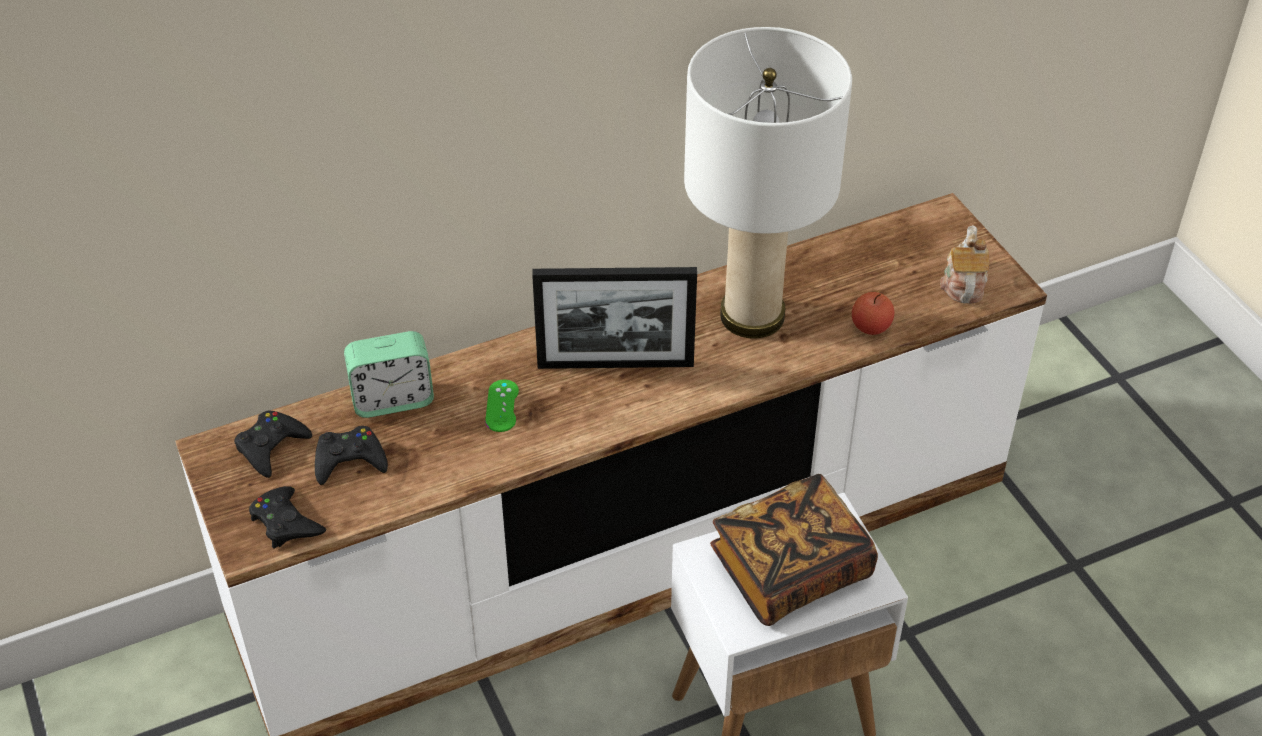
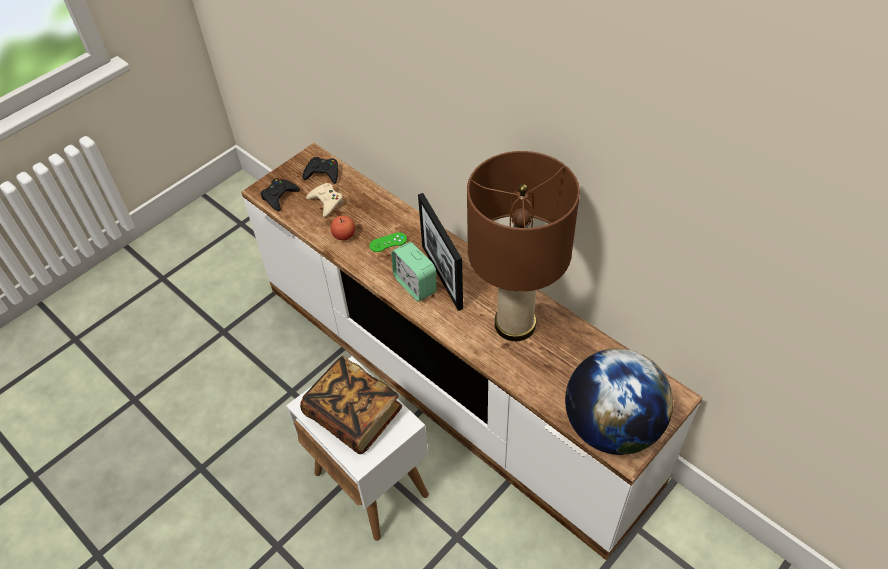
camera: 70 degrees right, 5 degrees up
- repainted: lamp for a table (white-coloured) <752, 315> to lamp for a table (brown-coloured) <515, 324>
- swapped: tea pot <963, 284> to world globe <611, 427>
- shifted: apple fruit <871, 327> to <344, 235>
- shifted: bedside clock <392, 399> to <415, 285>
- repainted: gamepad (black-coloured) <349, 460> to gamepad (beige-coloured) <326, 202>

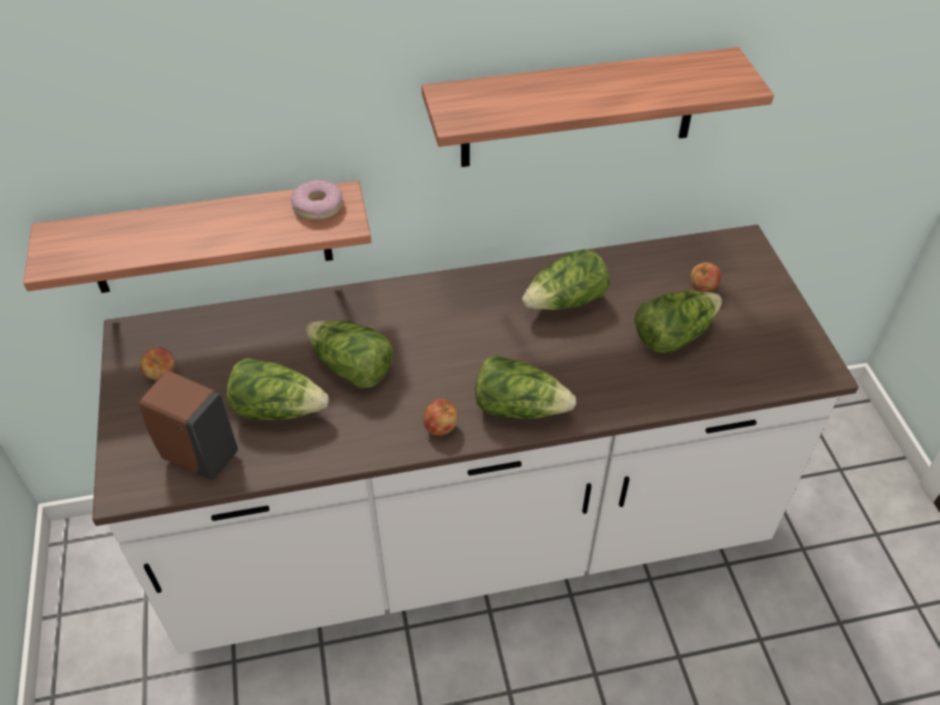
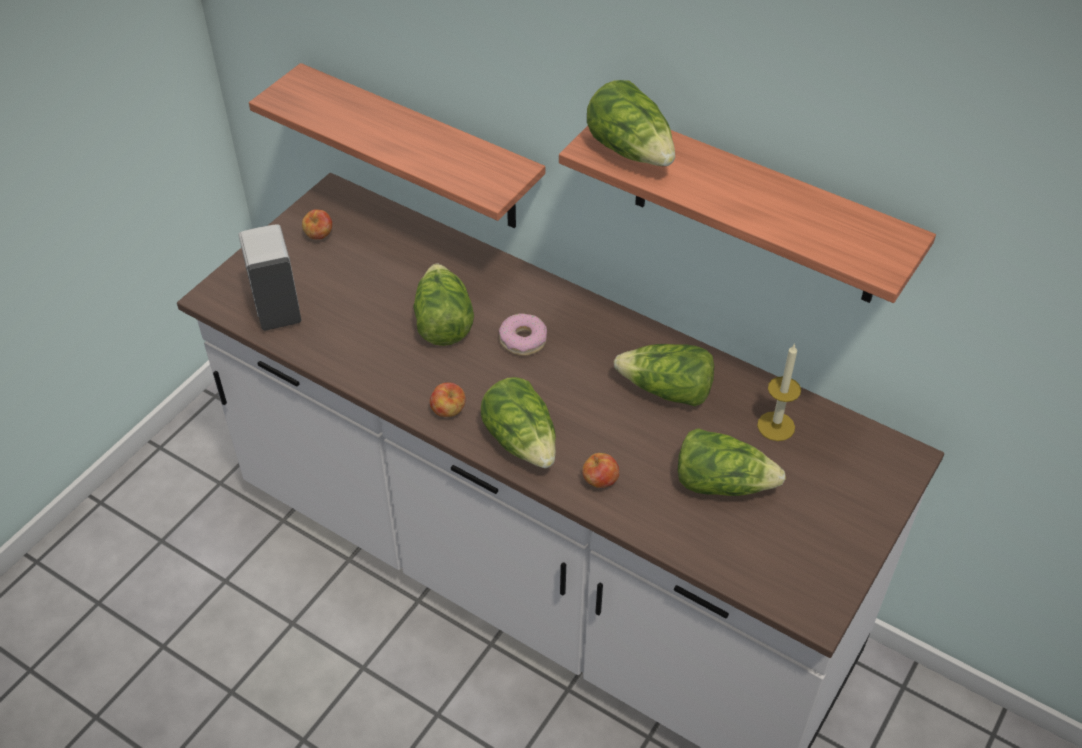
camera: 45 degrees right, 0 degrees up
- shifted: doughnut <318, 207> to <522, 340>
- shifted: apple fruit <702, 288> to <600, 482>
- shifted: lettuce head <278, 409> to <631, 151>
- repainted: soap bottle (brown-coloured) <198, 455> to soap bottle (white-coloured) <277, 308>
- new: wax candle <776, 426>

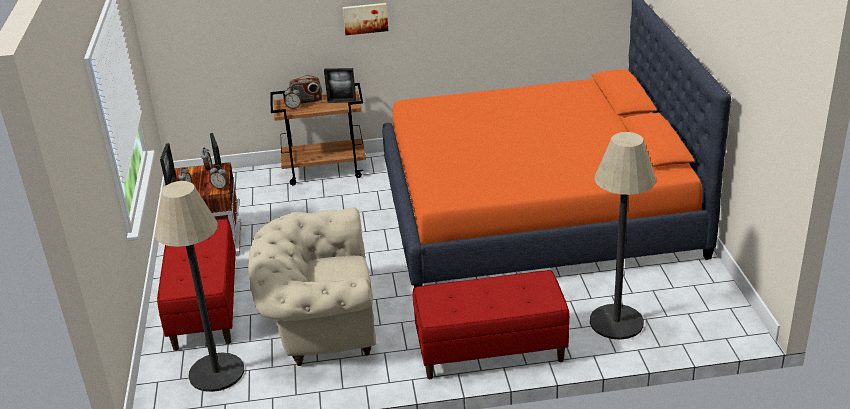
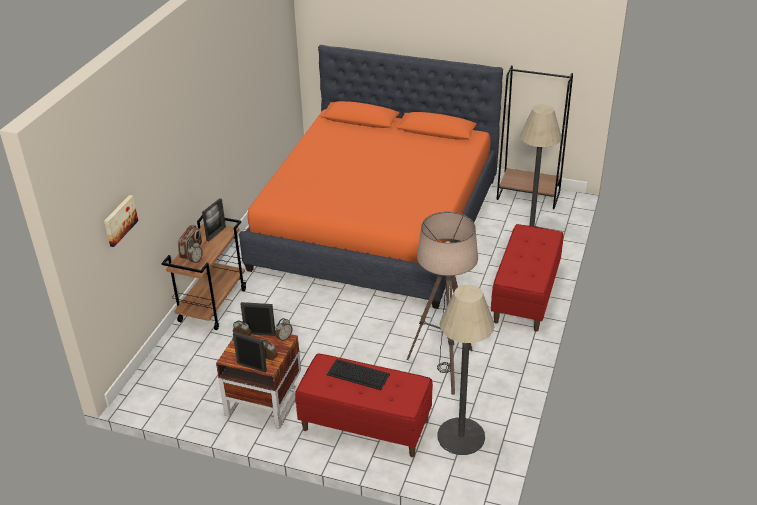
camera: 65 degrees left, 5 degrees up
- shifted: wall art <365, 18> to <119, 220>
- swapped: armchair (beige-coloured) <319, 328> to standing lamp <443, 367>
- new: garment stand <528, 196>
- new: keyboard <357, 374>

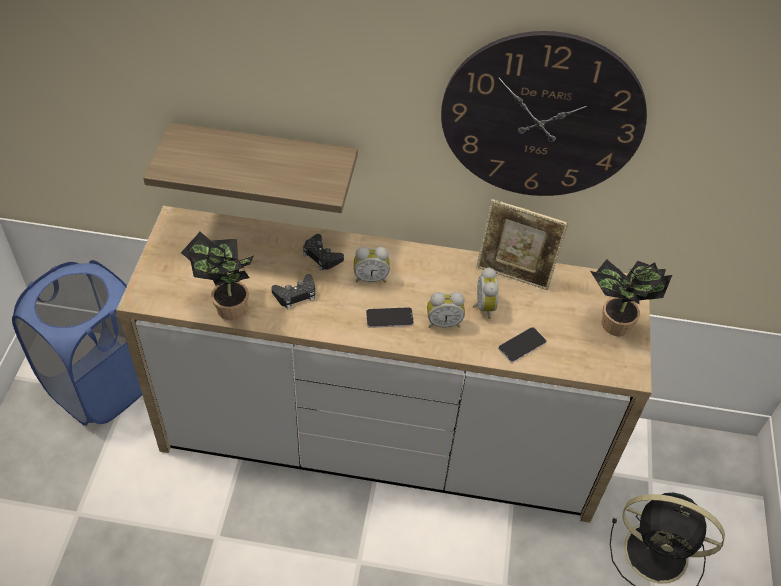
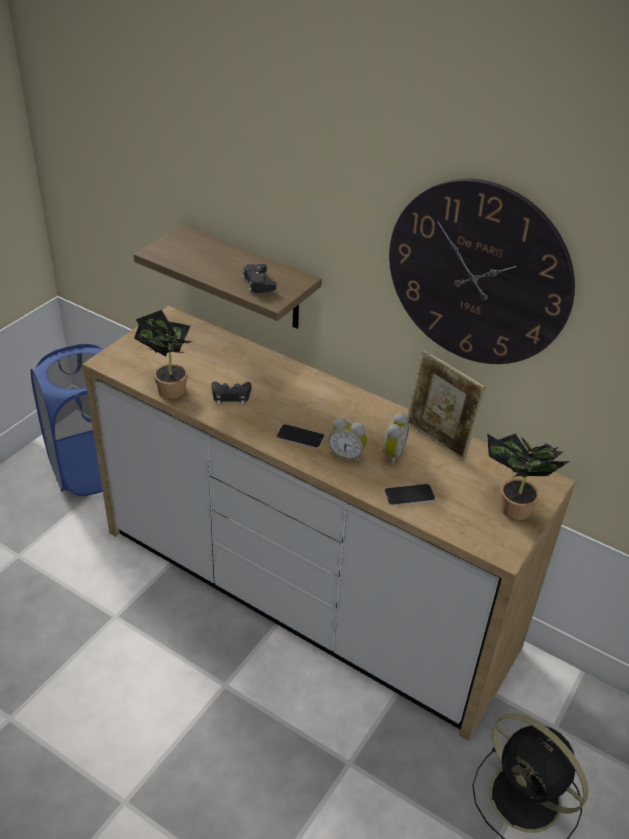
camera: 25 degrees right, 10 degrees down
- shifted: gamepad (black-coloured) <321, 256> to <258, 283>
- gone: bedside clock <371, 278>

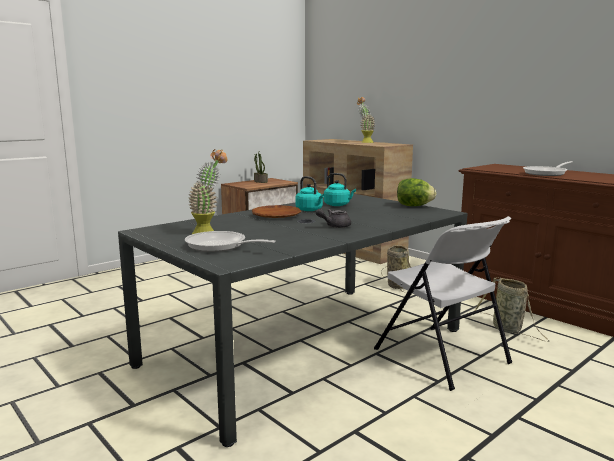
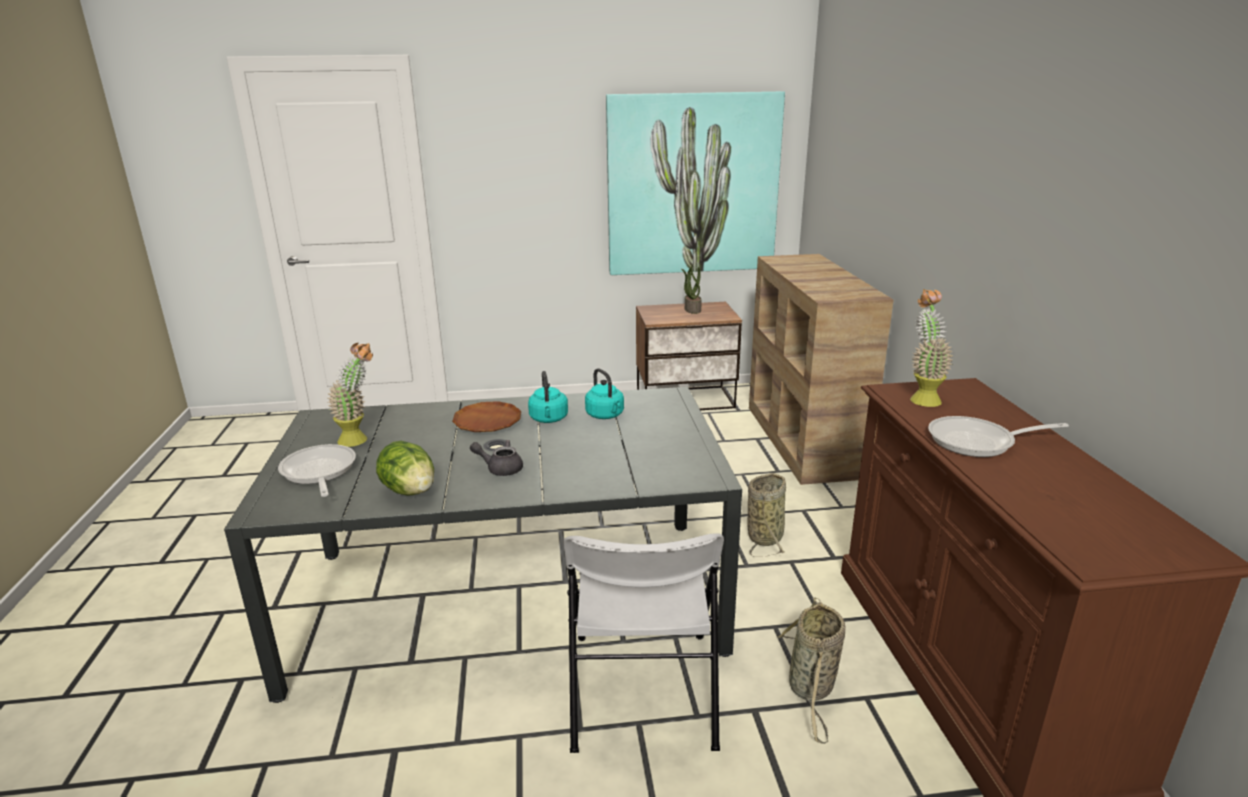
camera: 35 degrees right, 10 degrees up
- shifted: plant in a pot <364, 142> to <921, 398>
- shifted: lettuce head <414, 206> to <410, 491>
- new: wall art <692, 185>

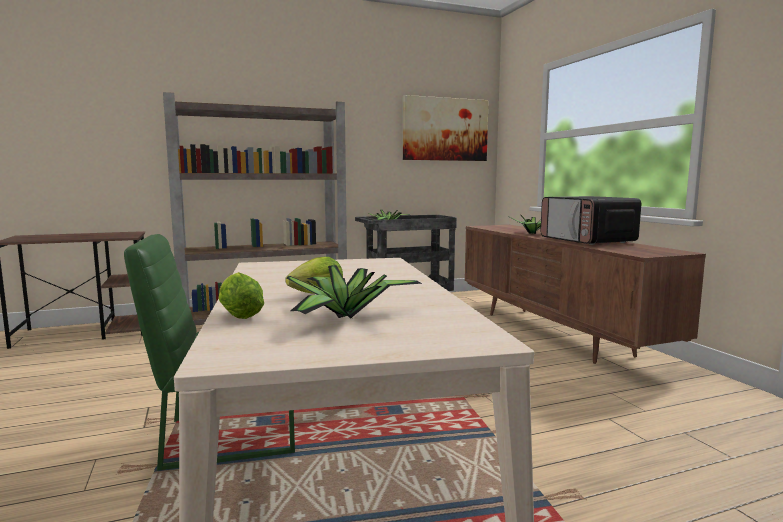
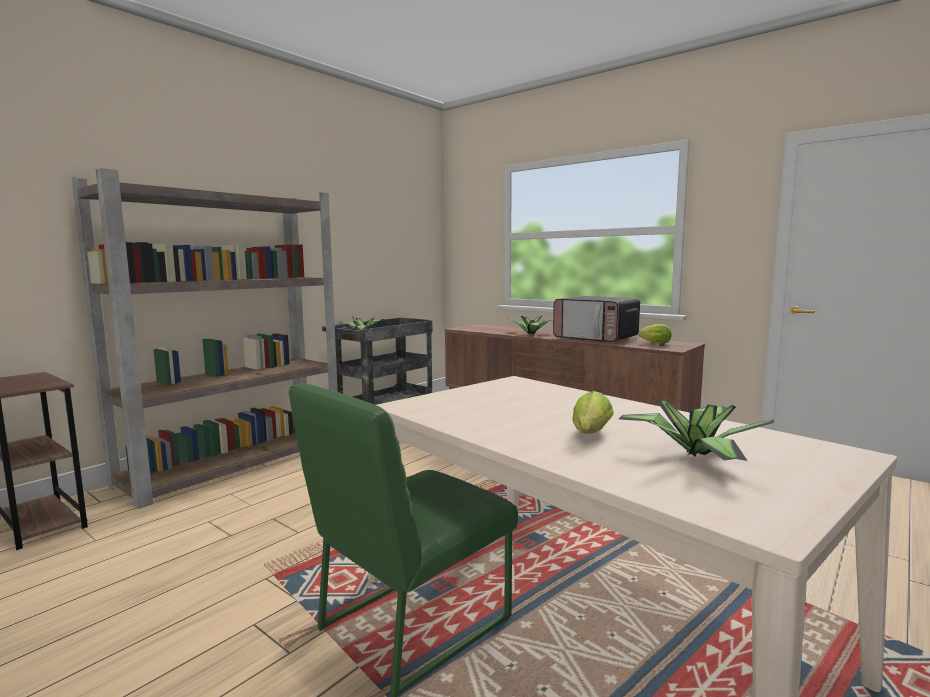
camera: 30 degrees left, 0 degrees up
- gone: wall art <445, 129>
- shifted: lettuce head <239, 314> to <653, 343>

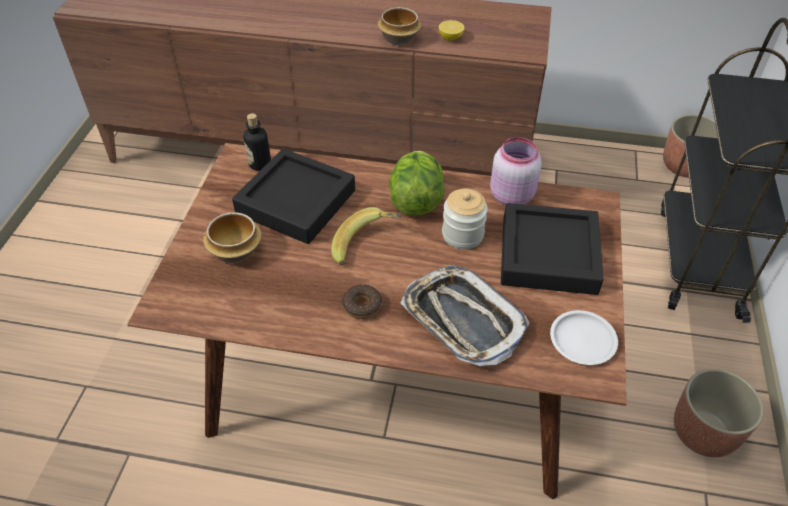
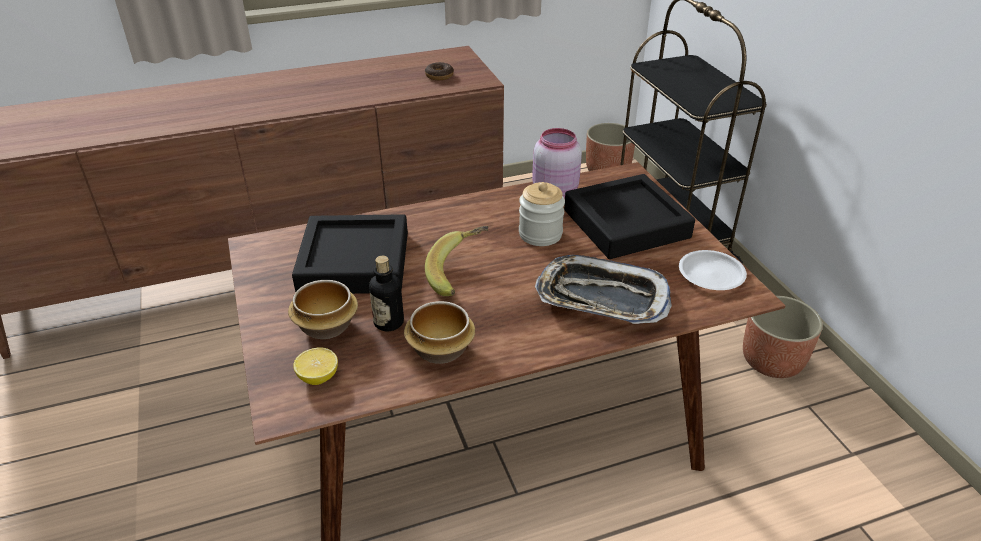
camera: 30 degrees left, 10 degrees down
- shifted: serving bowl <398, 38> to <439, 350>
- shifted: citrus fruit <450, 37> to <318, 377>
- shifted: bottle <260, 164> to <388, 322>
- gone: lettuce head <416, 201>
- shifted: doughnut <362, 305> to <439, 76>

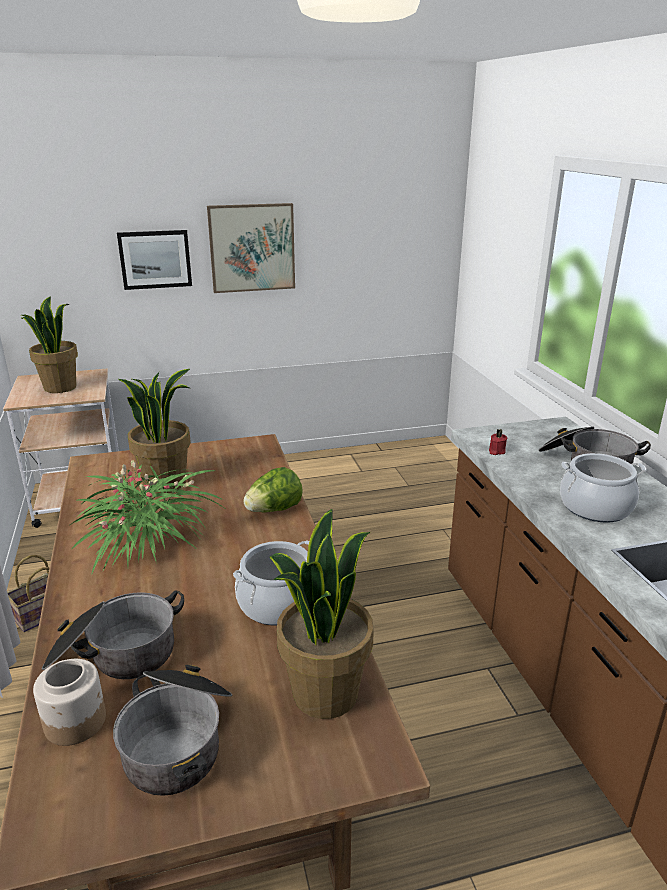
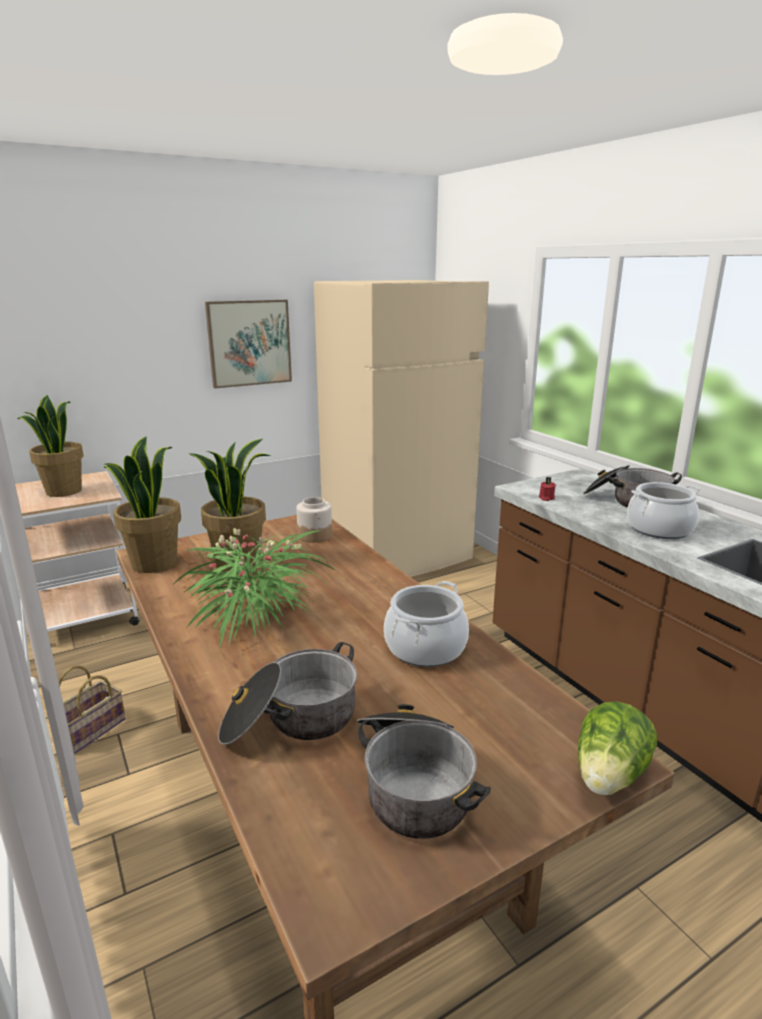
camera: 15 degrees left, 5 degrees down
- gone: wall art <155, 259>
- shifted: lettuce head <274, 510> to <609, 777>
- shifted: plant in a pot <324, 693> to <154, 563>
- shifted: jar <76, 721> to <315, 535>
- new: refrigerator (beige-coloured) <396, 550>

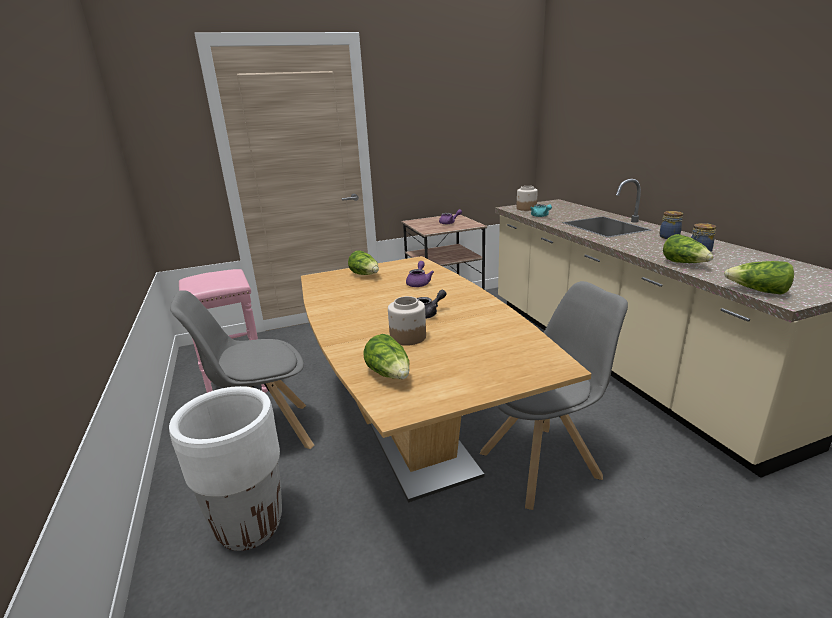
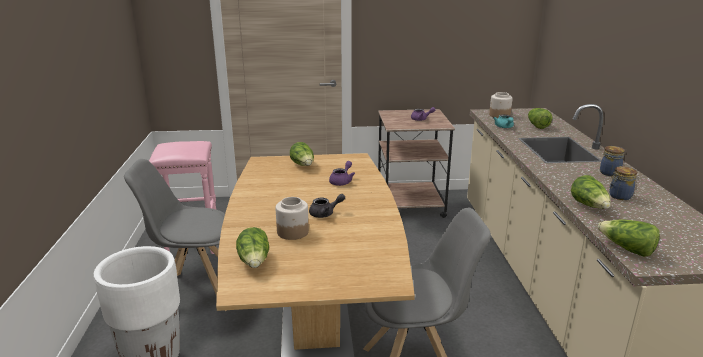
camera: 15 degrees right, 0 degrees up
- new: lettuce head <537, 125>

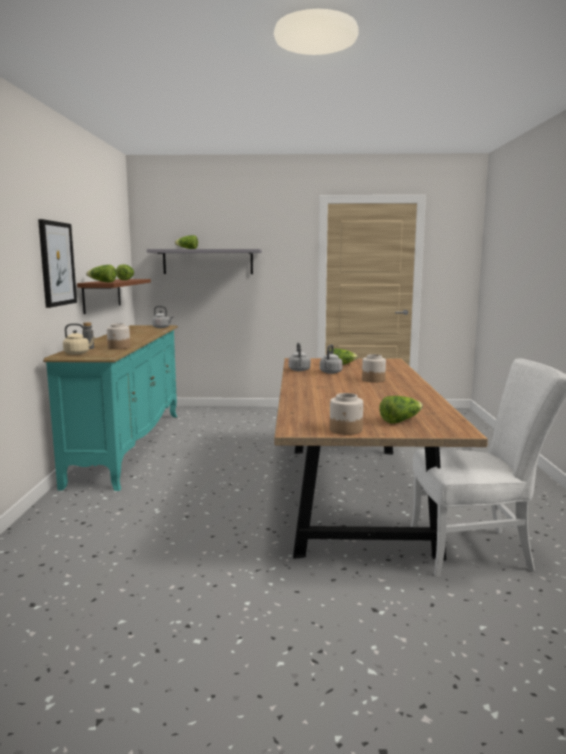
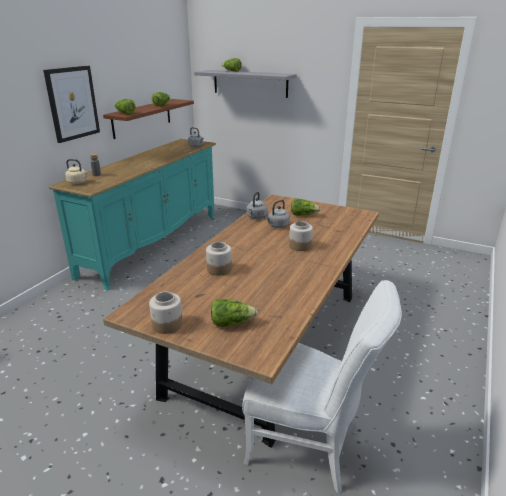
camera: 25 degrees right, 15 degrees up
- shifted: jar <119, 347> to <219, 269>

